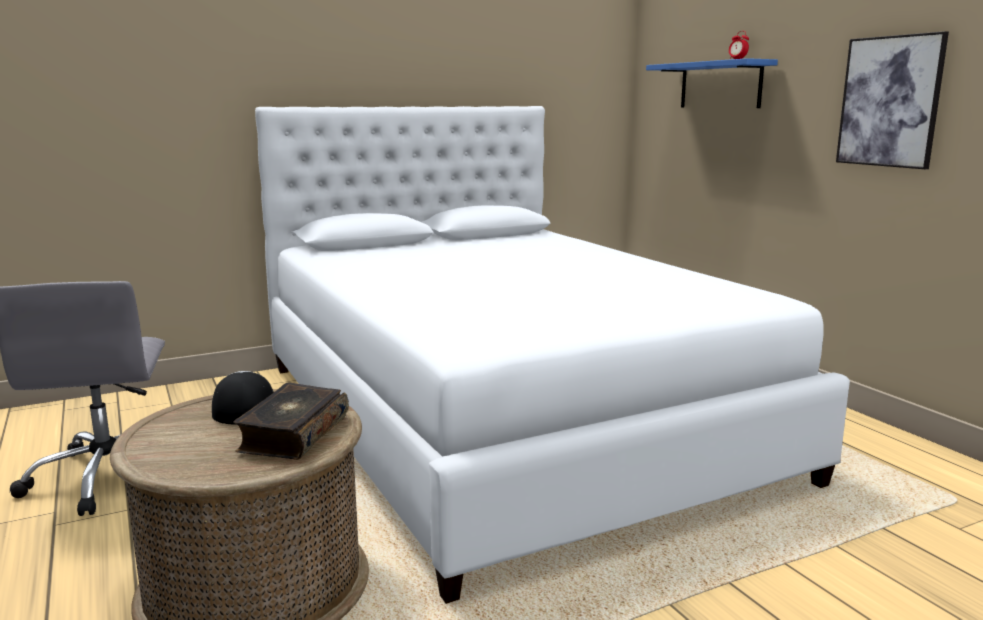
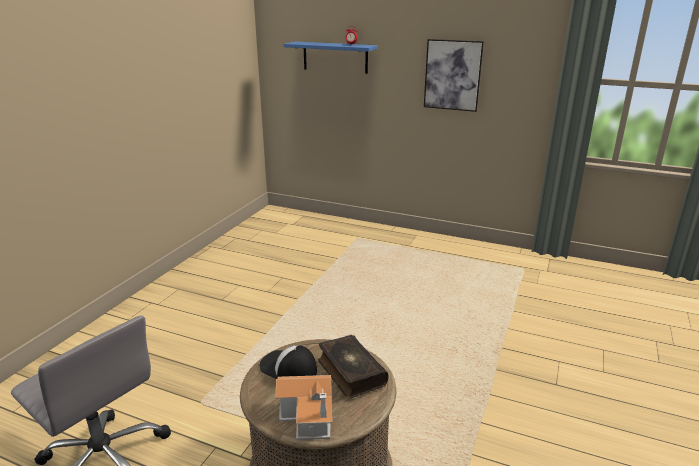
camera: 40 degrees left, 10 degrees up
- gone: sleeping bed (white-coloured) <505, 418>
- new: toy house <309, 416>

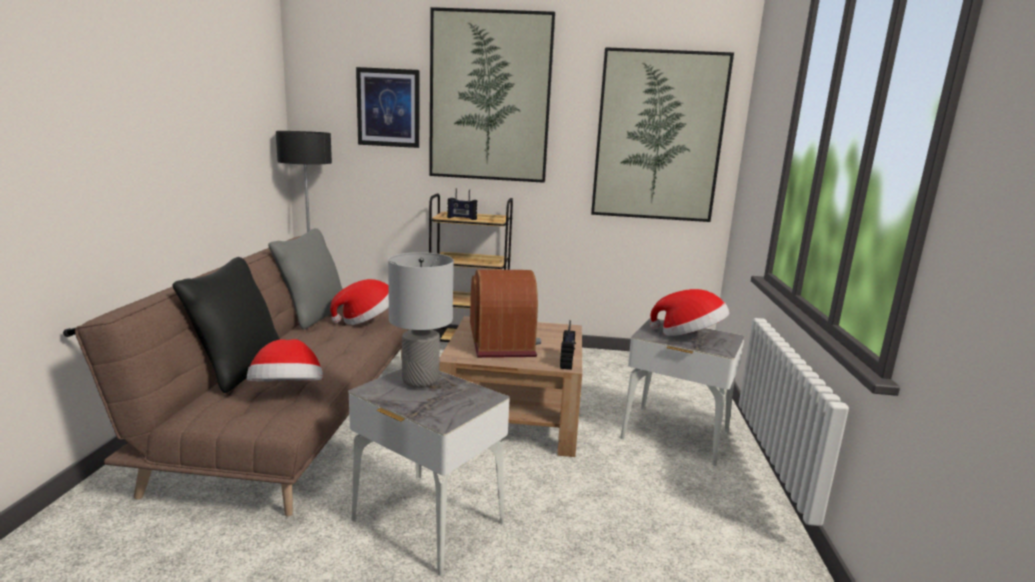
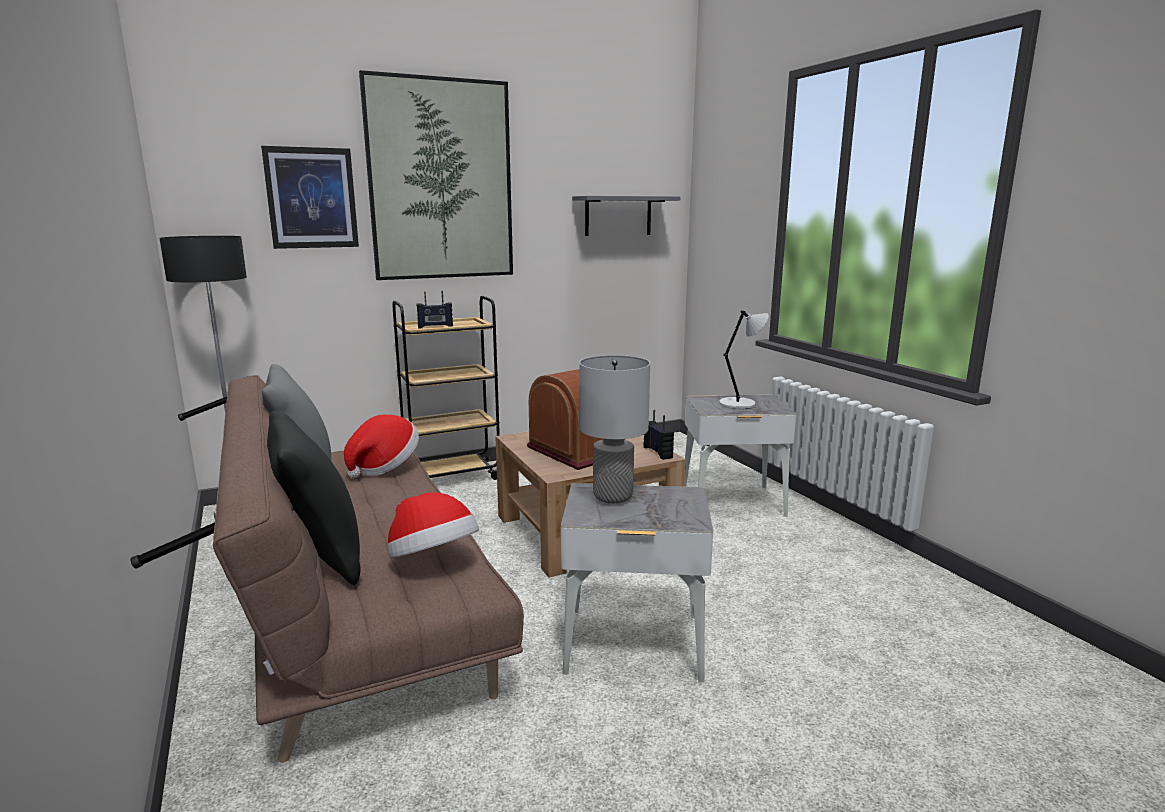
camera: 30 degrees left, 0 degrees up
- swapped: wall art <658, 137> to bracket shelf (gray) <618, 216>
- swapped: hat <689, 336> to lamp for a table (gray) <739, 404>

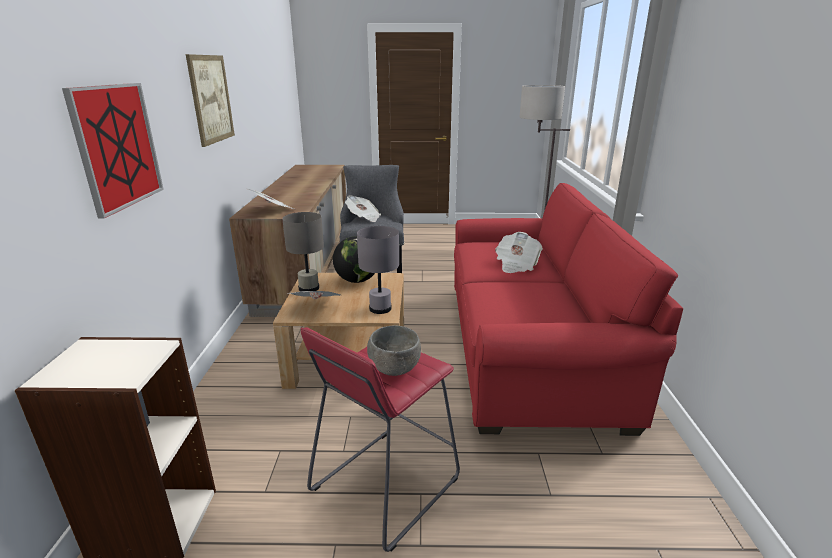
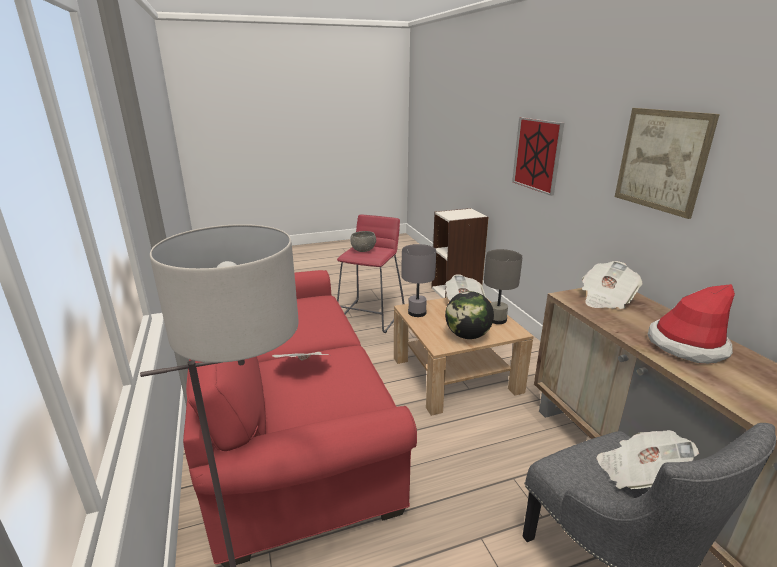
camera: 160 degrees right, 0 degrees up
- new: hat <686, 345>

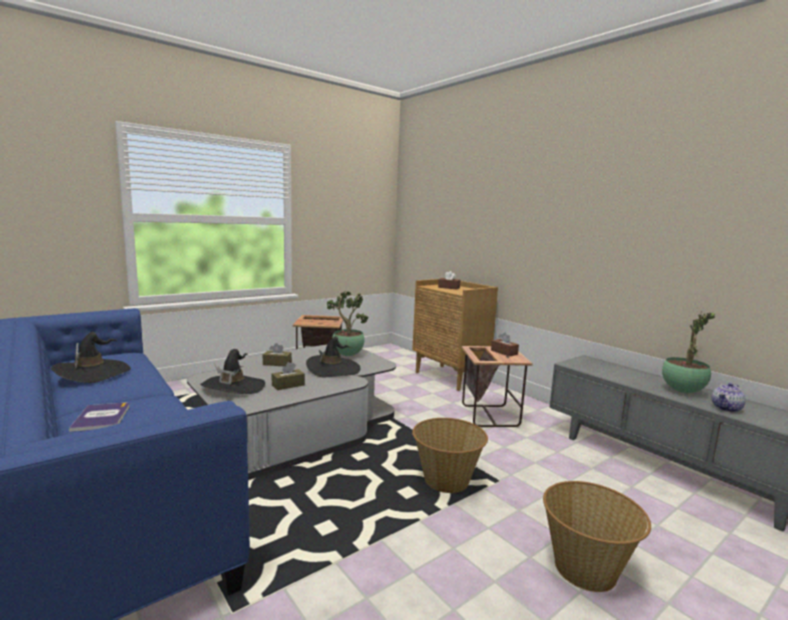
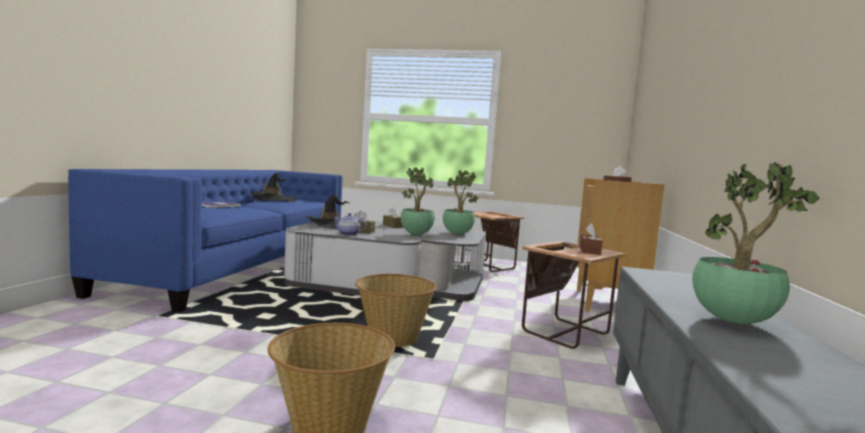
camera: 50 degrees right, 5 degrees down
- swapped: hat (black-coloured) <333, 369> to plant in a pot <417, 234>
- shifted: tea pot <726, 408> to <348, 234>

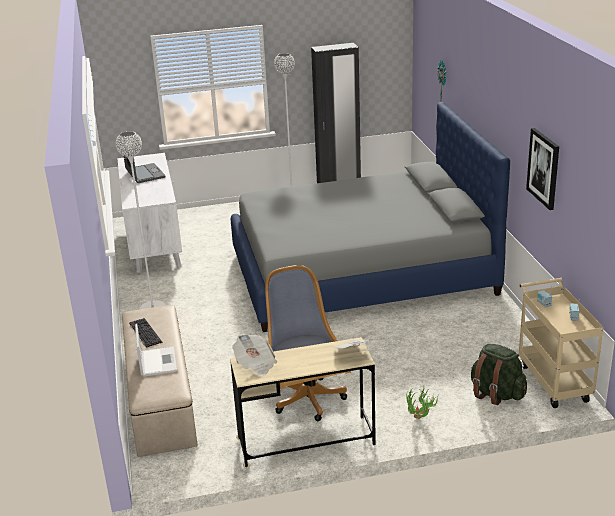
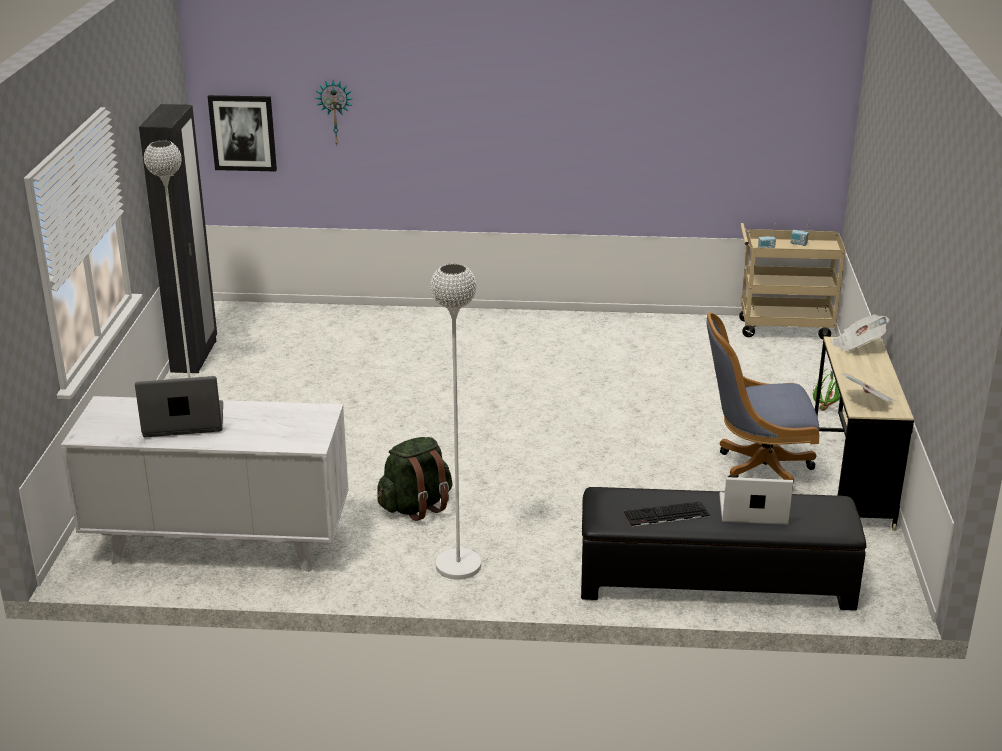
camera: 75 degrees left, 0 degrees up
- gone: sleeping bed (gray) <361, 272>
- shifted: wall art <543, 168> to <243, 133>
- repainted: long seat (beige-coloured) <159, 395> to long seat (black-coloured) <714, 580>
- shifted: backpack (green-coloured) <496, 394> to <416, 506>

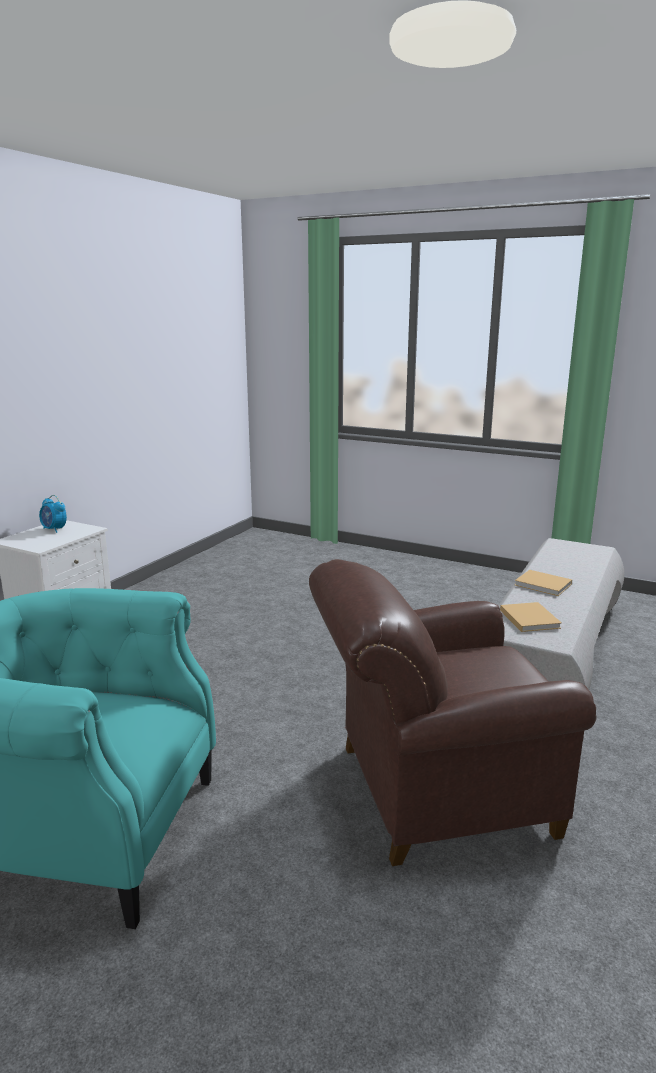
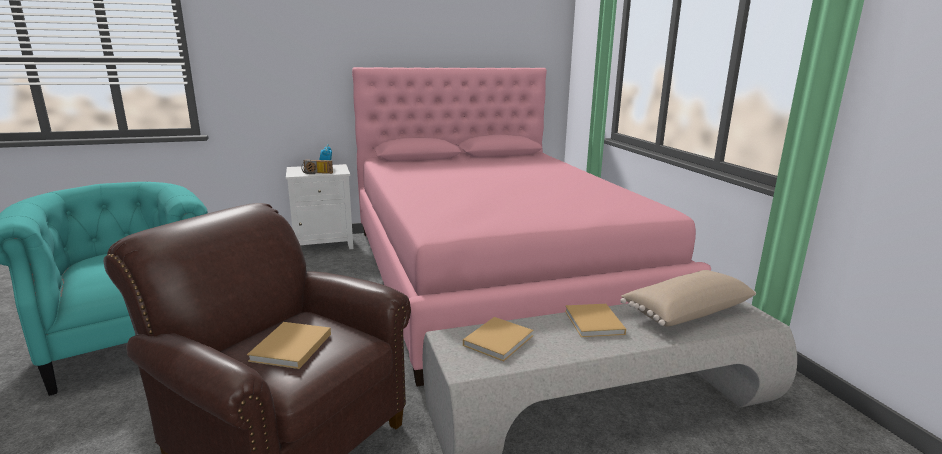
camera: 45 degrees right, 0 degrees up
- new: sleeping bed (pink) <494, 275>
- new: radio set <316, 173>
- new: pillow (beige-coloured) <685, 311>
- new: bound book (beige-coloured) <290, 348>

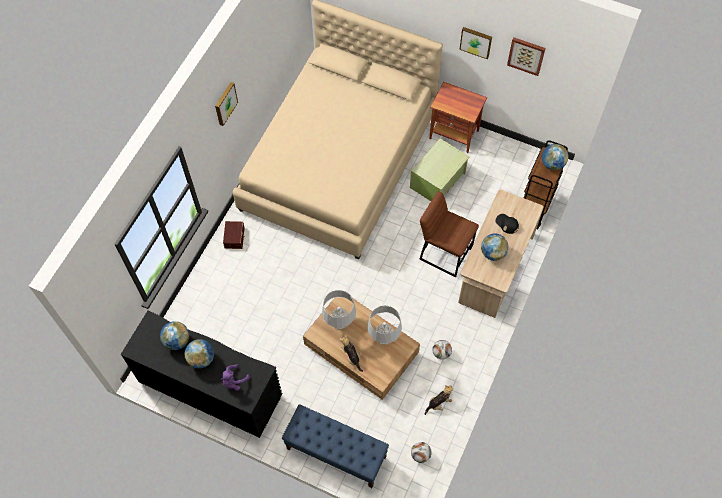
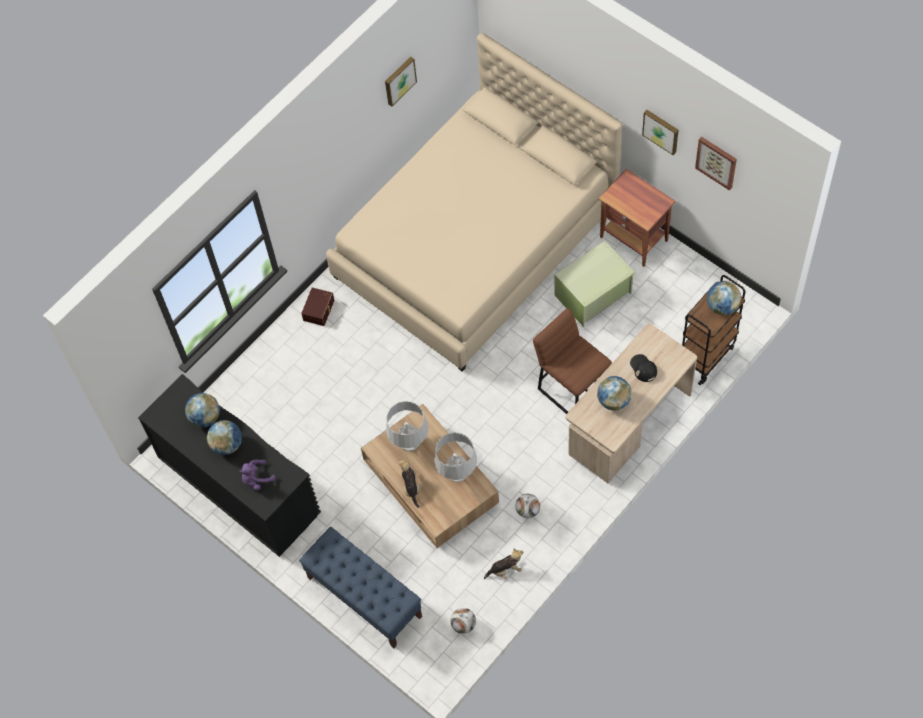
camera: 20 degrees right, 0 degrees up
- shifted: wall art <225, 103> to <399, 80>

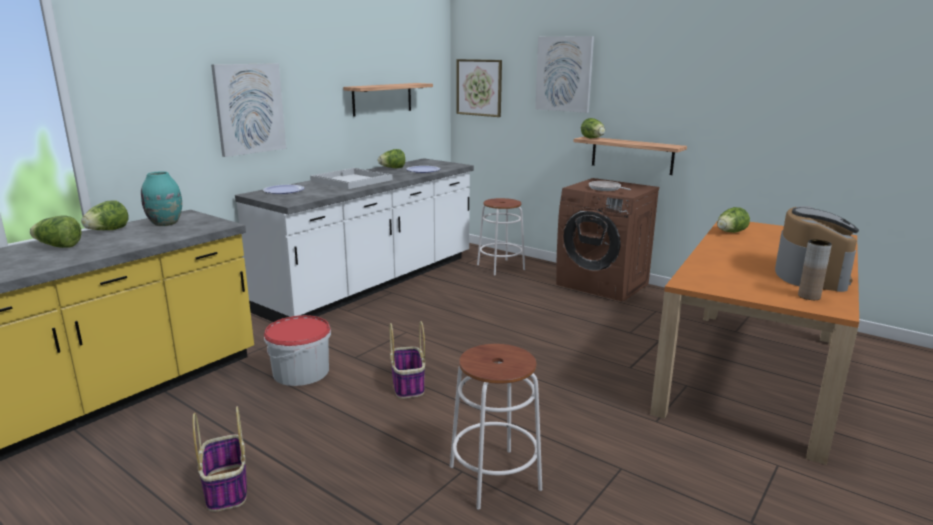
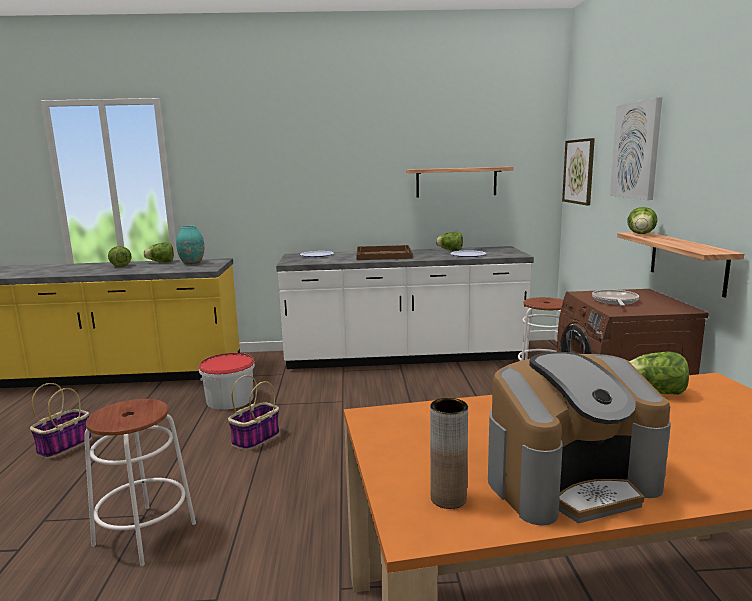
camera: 50 degrees right, 5 degrees down
- gone: wall art <249, 109>
- repainted: serving tray (white-coloured) <350, 180> to serving tray (brown-coloured) <383, 254>

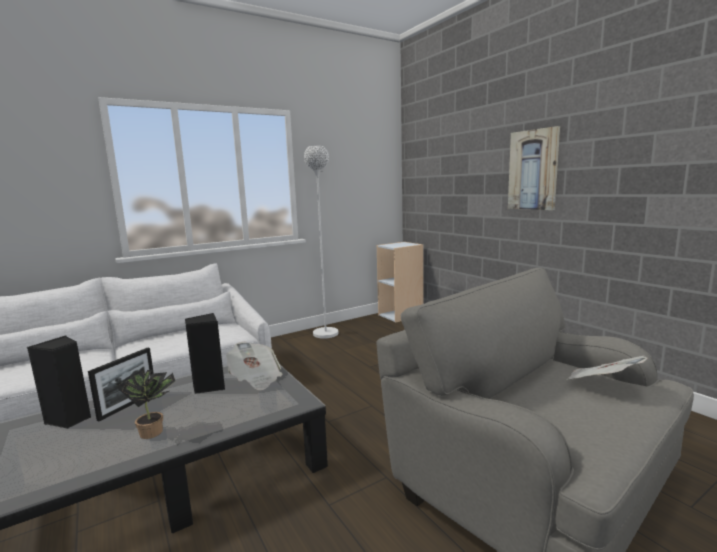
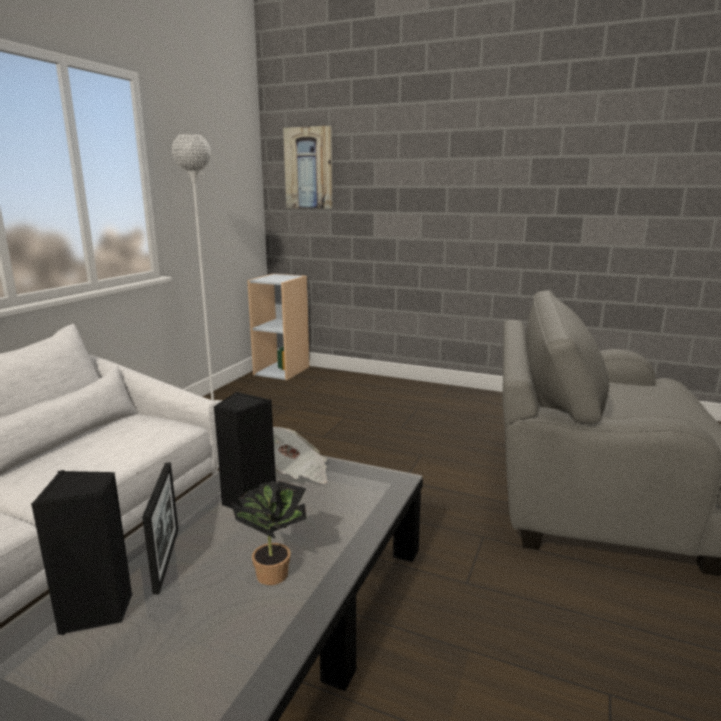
camera: 35 degrees left, 5 degrees up
- shifted: wall art <533, 170> to <309, 168>
- gone: newspaper <601, 385>

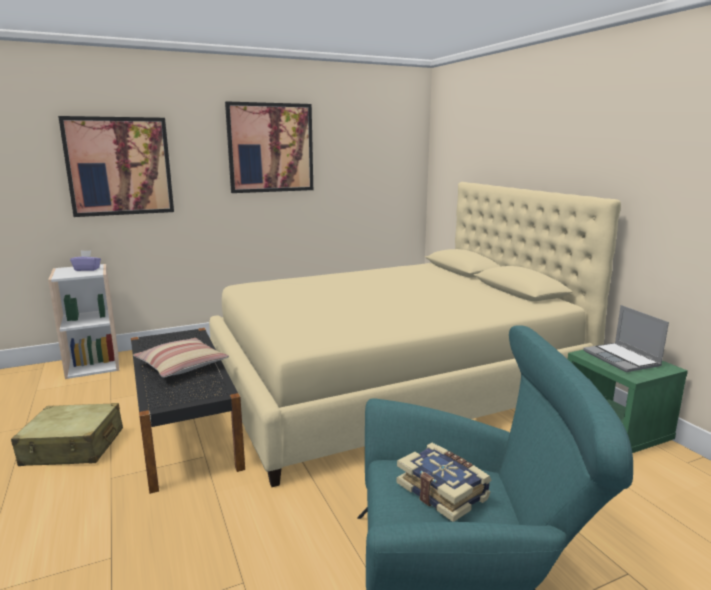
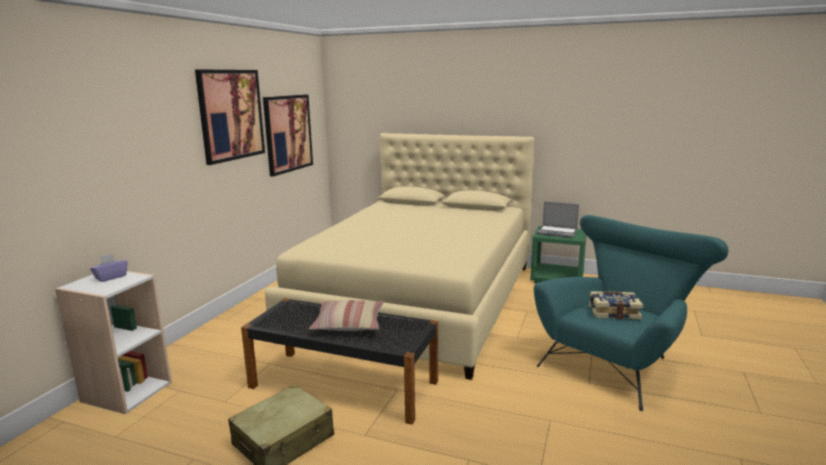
camera: 45 degrees left, 0 degrees up
- shifted: wall art <119, 166> to <288, 133>

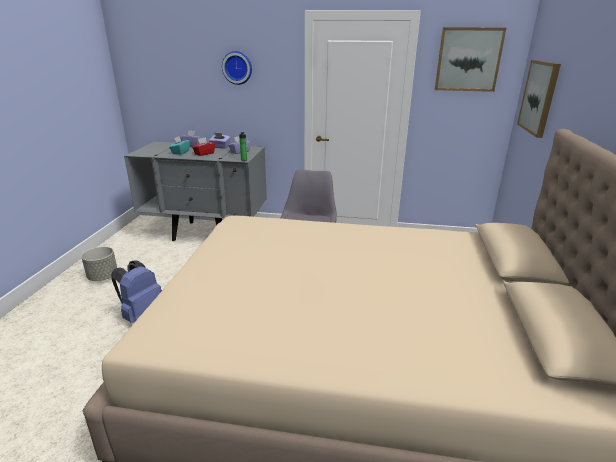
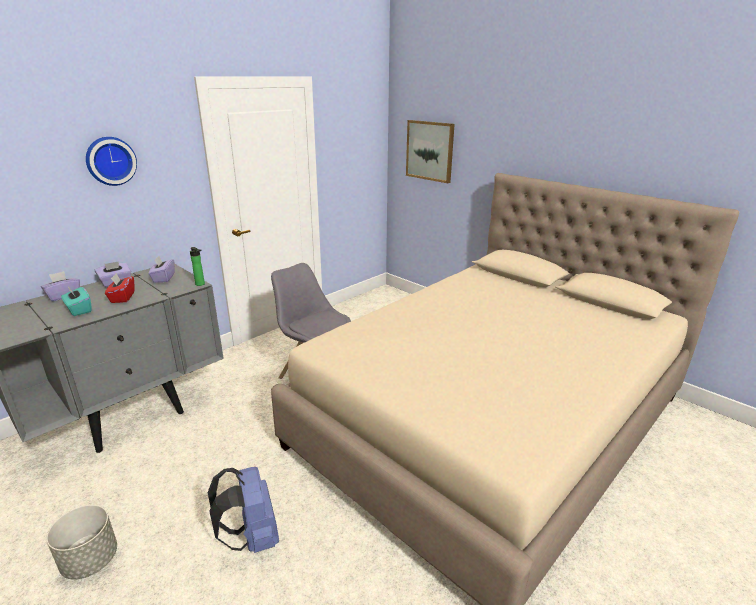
camera: 55 degrees left, 0 degrees up
- gone: wall art <468, 59>

